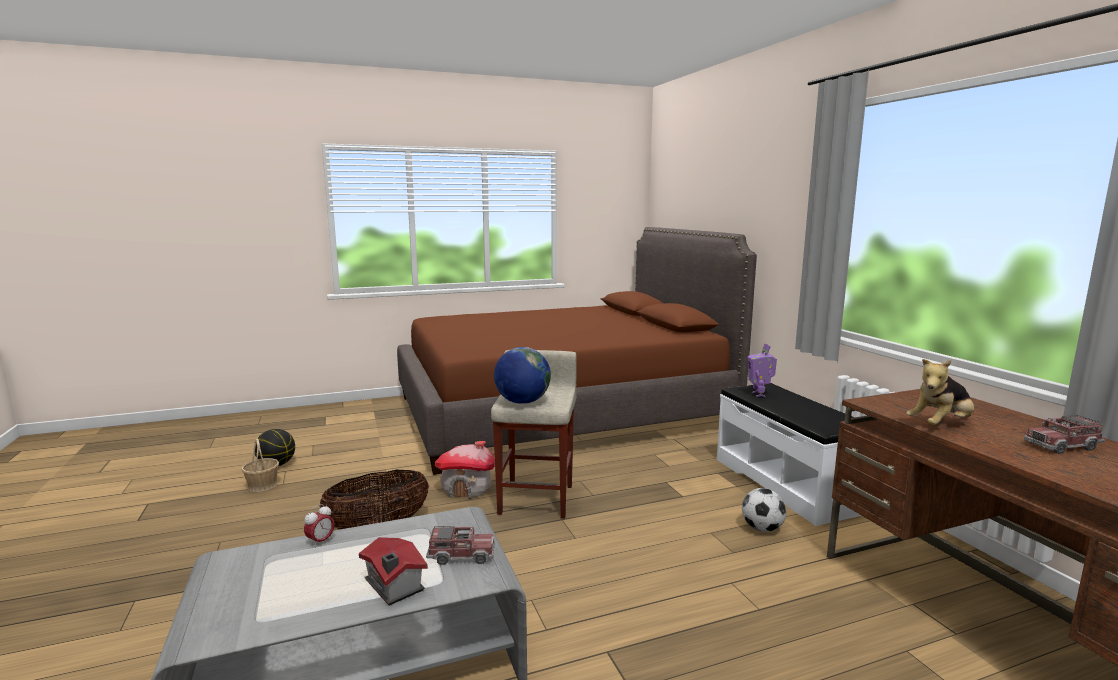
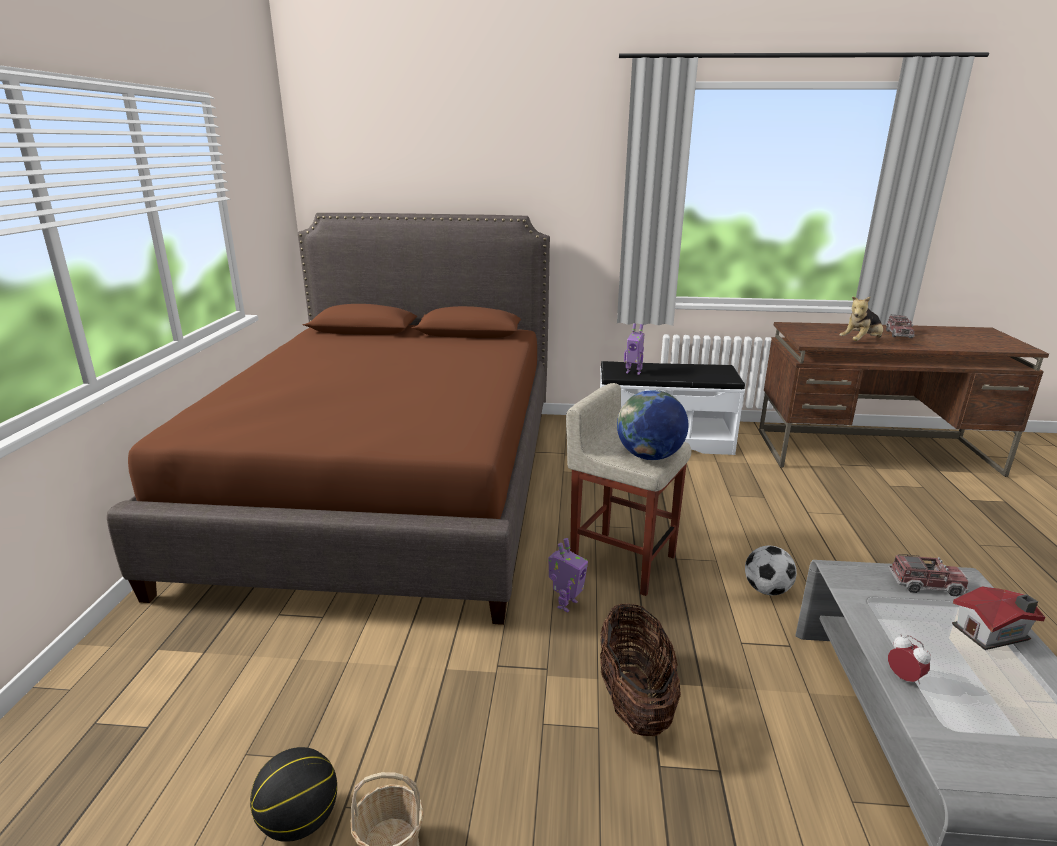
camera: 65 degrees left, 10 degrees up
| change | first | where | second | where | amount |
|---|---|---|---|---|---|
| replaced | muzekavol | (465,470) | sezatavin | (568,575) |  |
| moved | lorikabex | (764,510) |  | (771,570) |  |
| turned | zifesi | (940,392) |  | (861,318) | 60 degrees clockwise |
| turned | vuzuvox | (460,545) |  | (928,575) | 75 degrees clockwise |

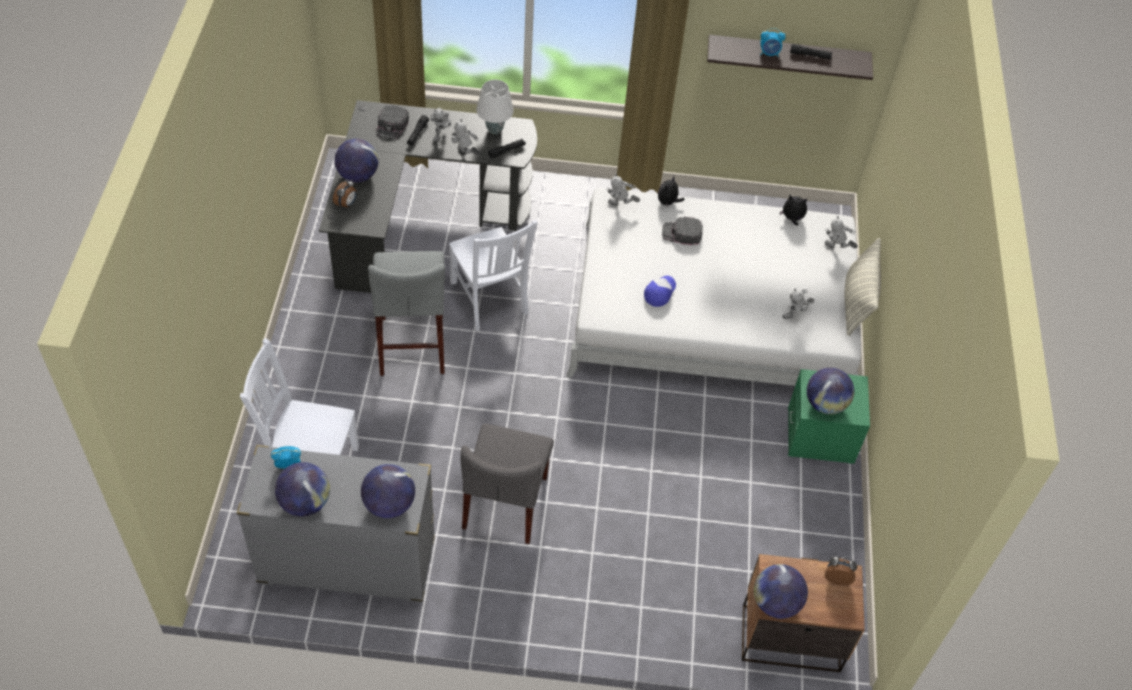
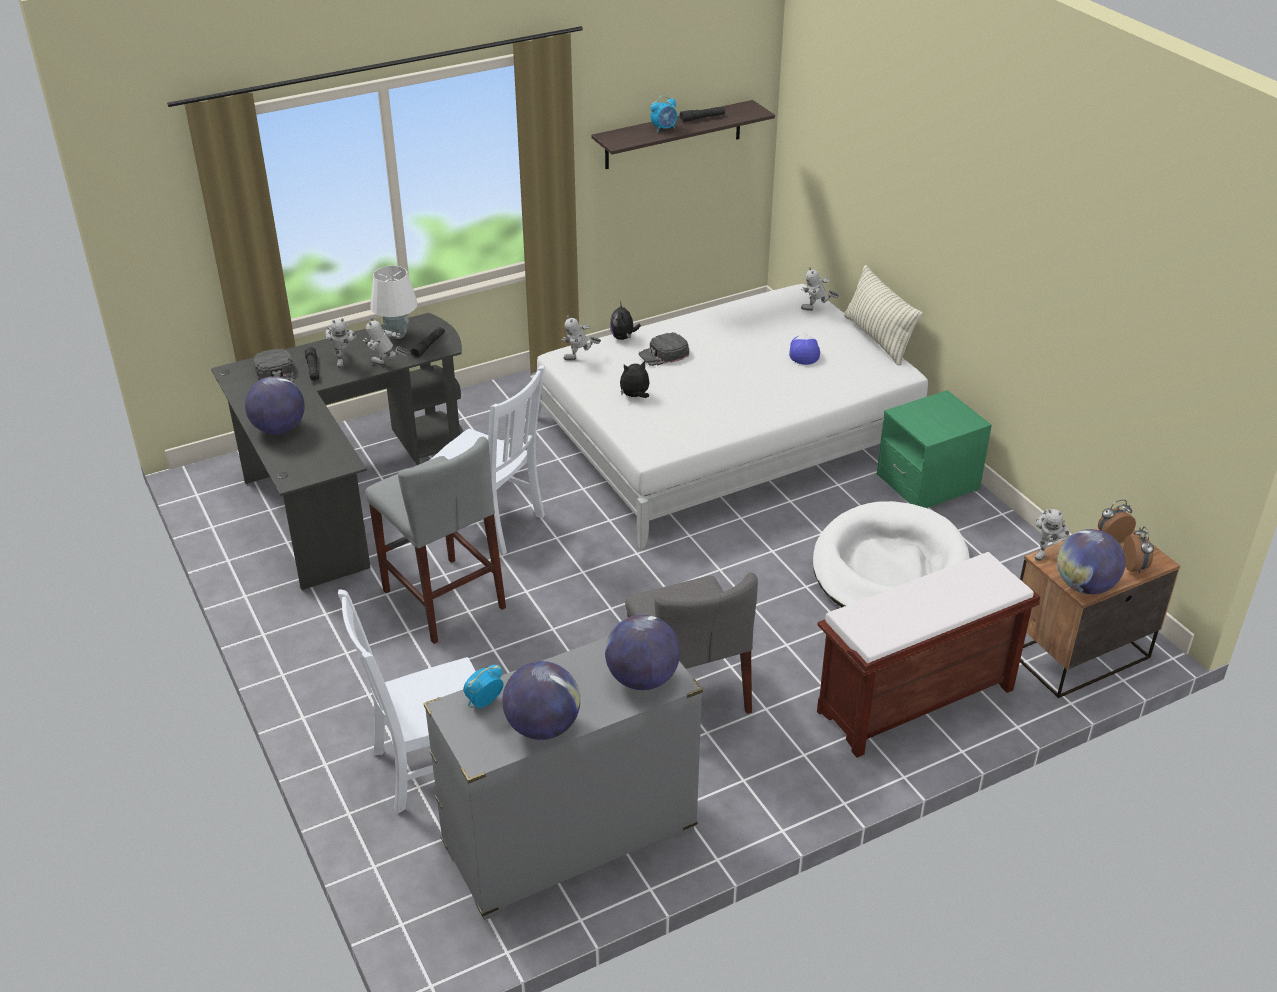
camera: 30 degrees left, 15 degrees down
| change | first | where | second | where | amount |
|---|---|---|---|---|---|
| moved | zifesi | (793,210) |  | (635,379) |  |
| moved | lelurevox | (660,291) |  | (804,349) |  |
| added |  |  | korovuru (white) | (891,554) |  |
| added |  |  | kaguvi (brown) | (928,655) |  |
| moved | sezatavin | (798,304) |  | (1052,535) |  |
| moved | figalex | (345,194) |  | (1138,550) |  |
| removed | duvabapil | (830,391) |  |  |  |

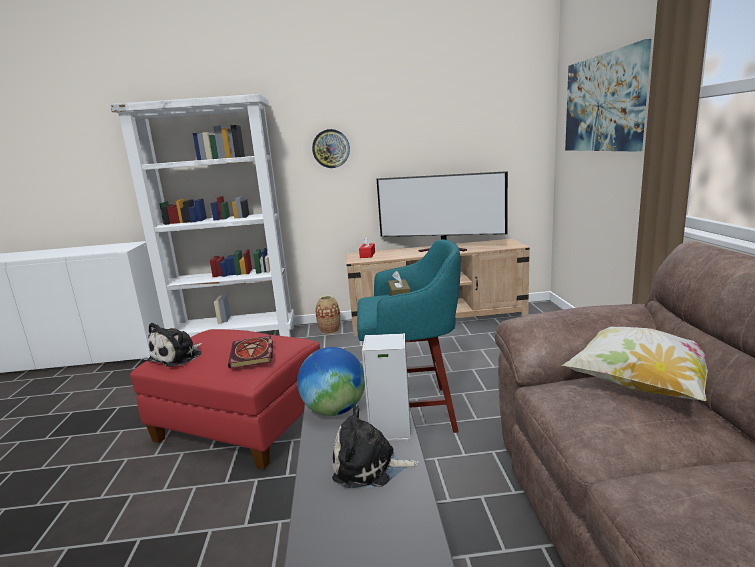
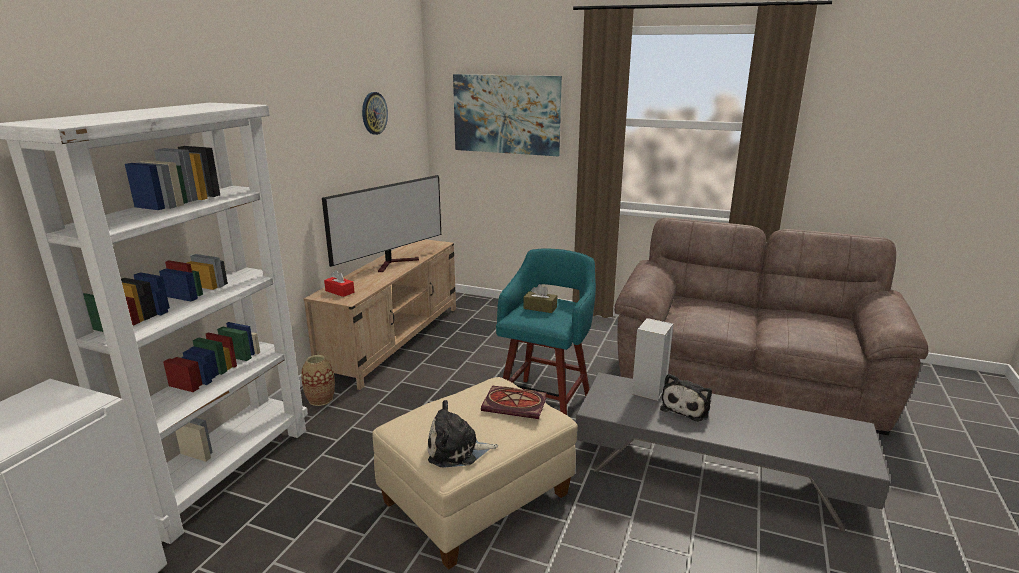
camera: 65 degrees left, 5 degrees up
| change | first | where | second | where | amount |
|---|---|---|---|---|---|
| moved | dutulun | (331,148) |  | (375,113) |  |
| recoloured | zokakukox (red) | (225,399) | zokakukox (beige) | (475,473) |  |
| turned | zifesi | (174,344) |  | (463,434) | 120 degrees clockwise |
| removed | duvabapil | (331,381) |  |  |  |
| removed | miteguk | (635,364) |  |  |  |

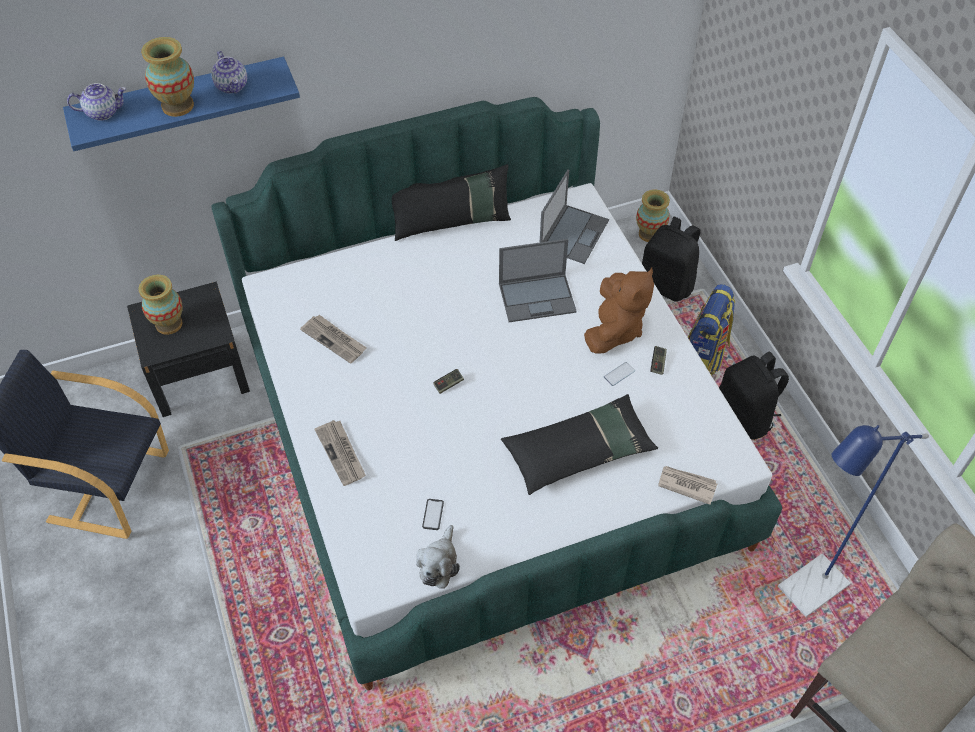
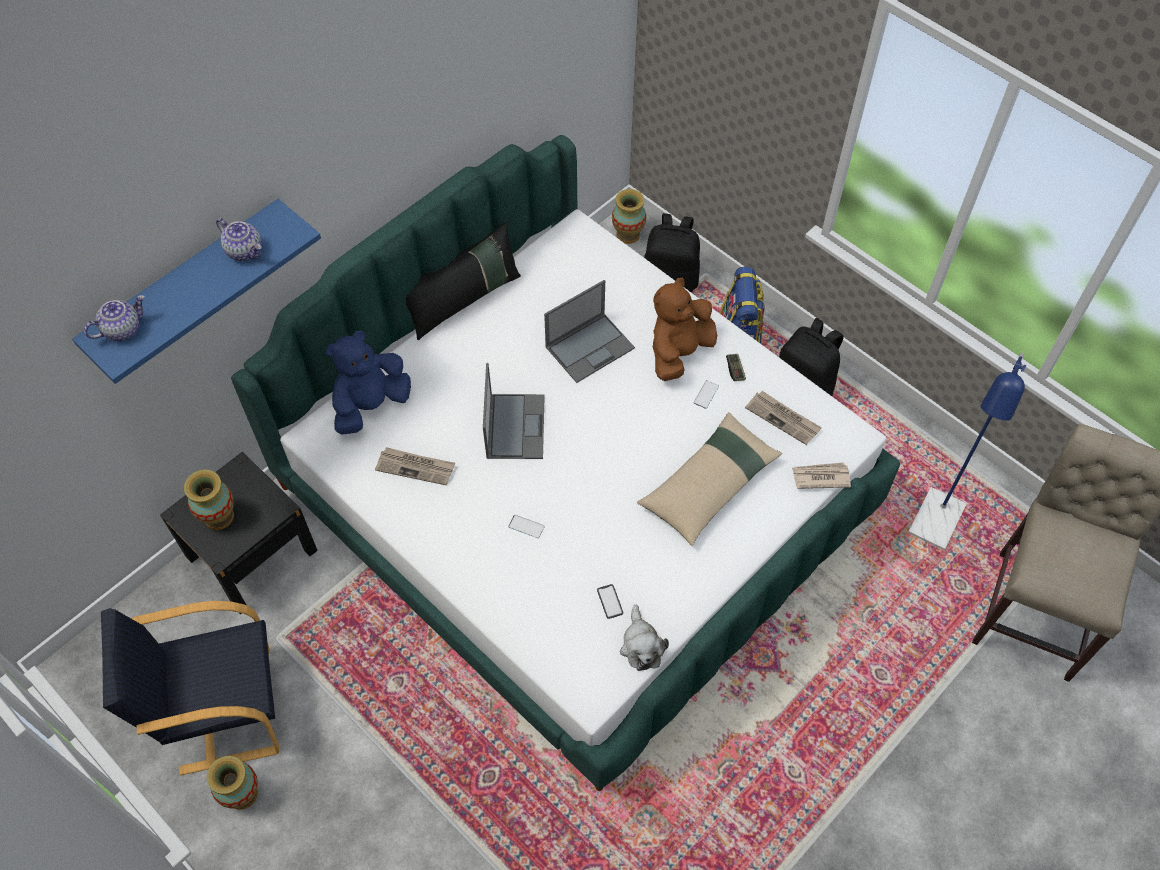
camera: 25 degrees left, 5 degrees up
| change | first | where | second | where | amount |
|---|---|---|---|---|---|
| moved | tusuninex | (167,77) |  | (232,783) |  |
| added |  |  | zifesi (blue) | (368,383) |  |
| moved | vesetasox | (574,216) |  | (514,411) |  |
| added |  |  | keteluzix | (526,526) |  |
| recoloured | miteguk (black) | (579,444) | miteguk (beige) | (709,479) |  |
| turned | zifesi (brown) | (619,310) |  | (685,329) | 135 degrees counterclockwise |
| moved | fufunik | (340,453) |  | (783,418) |  |
| removed | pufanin | (448,381) |  |  |  |

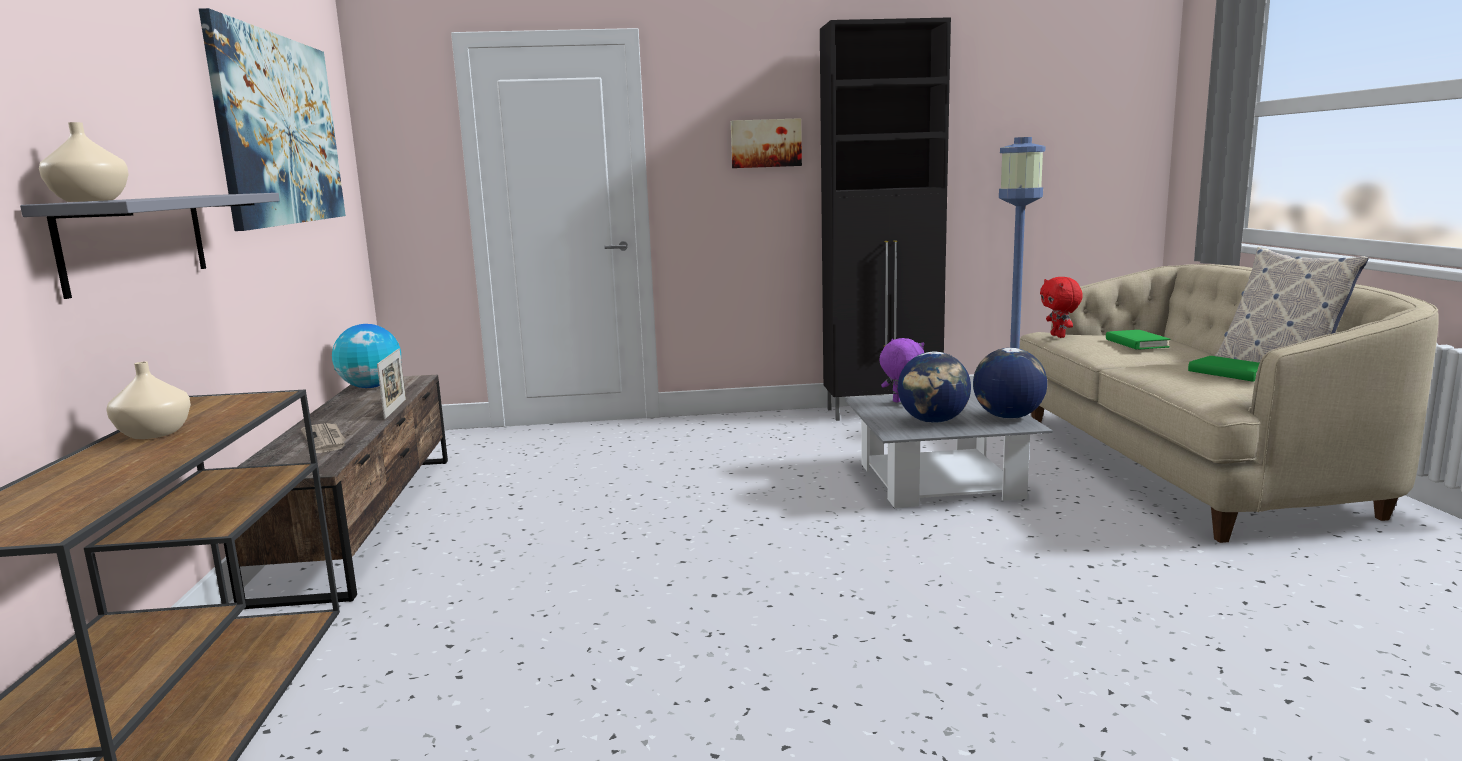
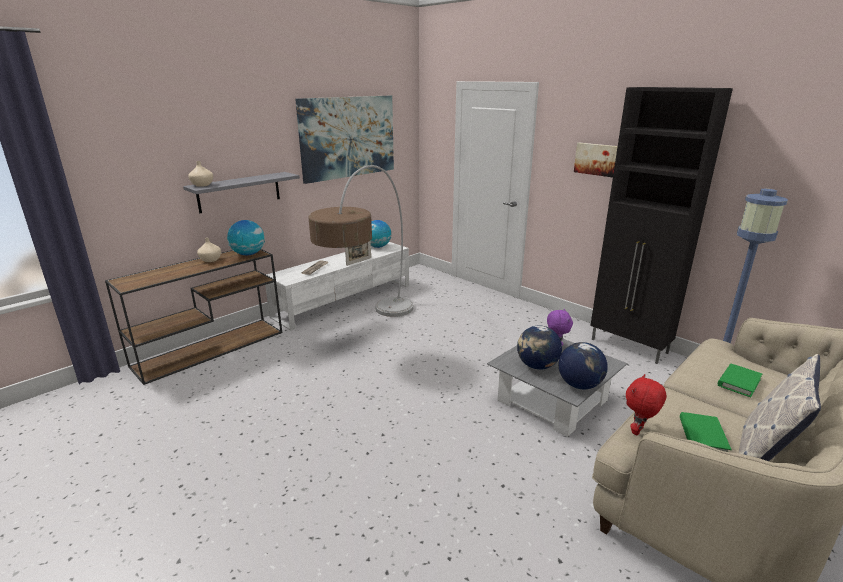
camera: 50 degrees right, 10 degrees up
| change | first | where | second | where | amount |
|---|---|---|---|---|---|
| added |  |  | duvabapil | (246,237) |  |
| recoloured | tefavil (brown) | (336,492) | tefavil (white) | (337,286) |  |
| added |  |  | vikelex | (360,241) |  |
| moved | zifesi (red) | (1061,307) |  | (646,405) |  |

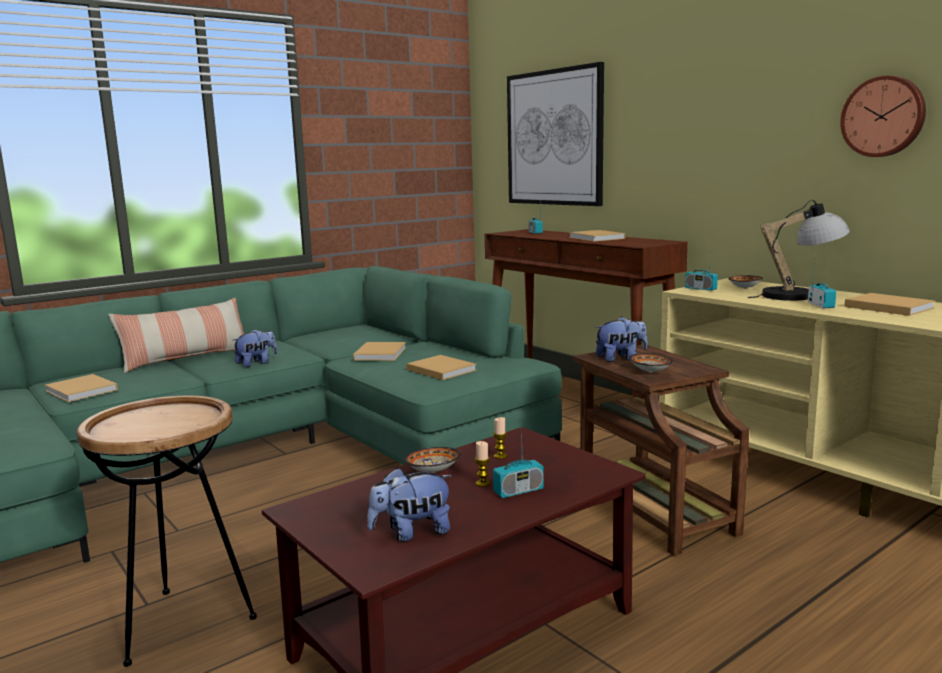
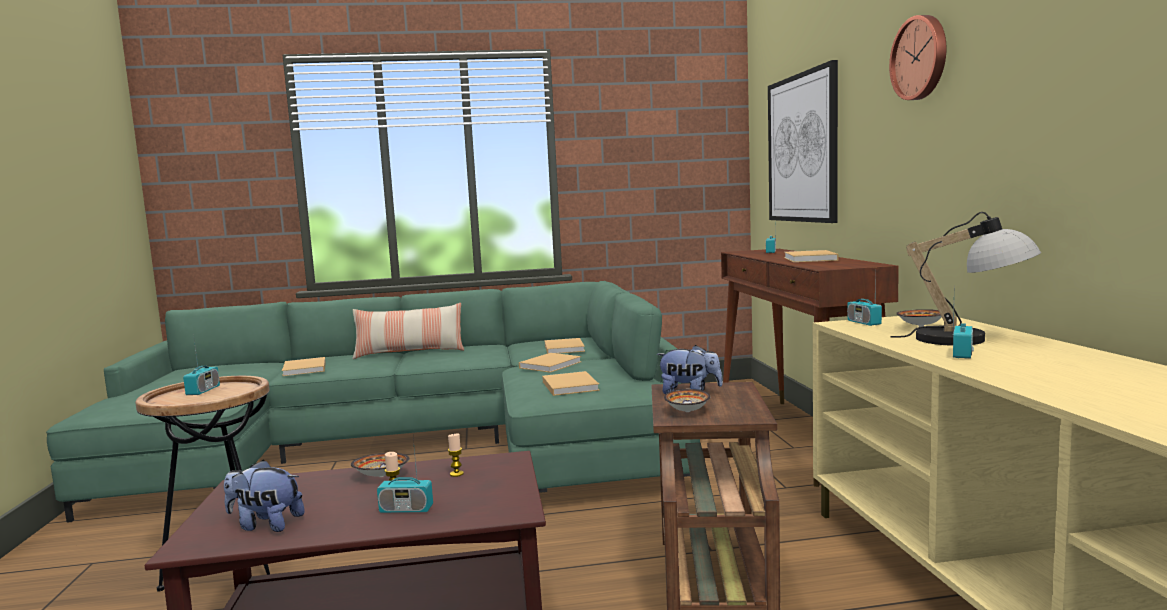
camera: 30 degrees right, 5 degrees down
| change | first | where | second | where | amount |
|---|---|---|---|---|---|
| added |  |  | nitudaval | (201,364) |  |
| moved | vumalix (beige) | (889,304) |  | (565,346) |  |
| moved | dutulun | (883,116) |  | (917,57) |  |
| removed | zifesi | (254,348) |  |  |  |

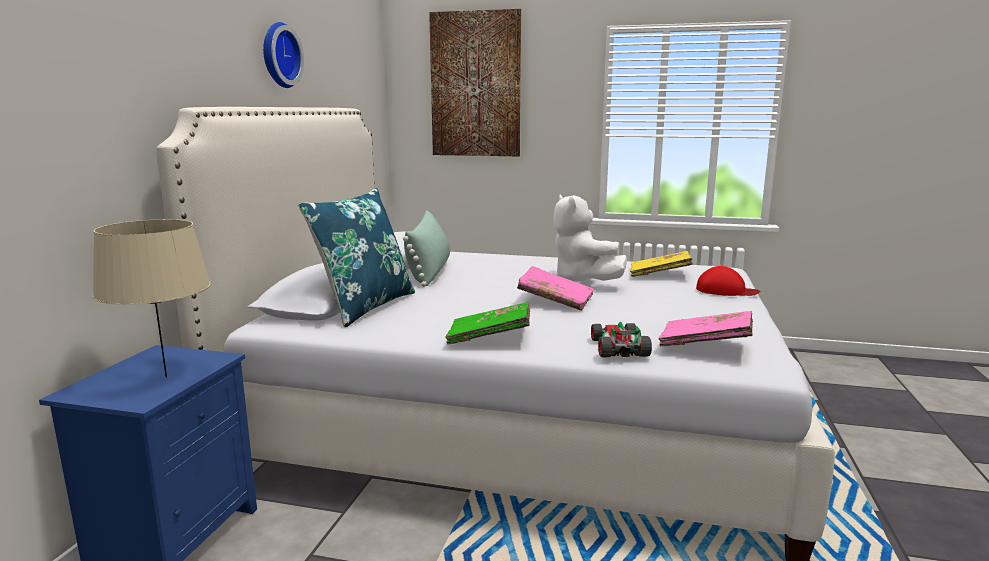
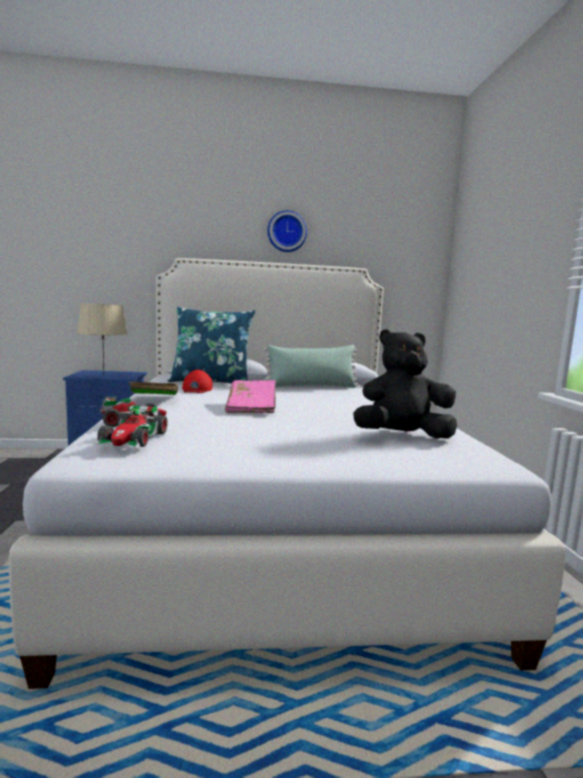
camera: 70 degrees right, 5 degrees down
| change | first | where | second | where | amount |
|---|---|---|---|---|---|
| replaced | vumalix (pink) | (706,328) | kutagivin | (132,426) |  |
| moved | lelurevox (red) | (728,281) |  | (197,381) |  |
| replaced | vumalix (yellow) | (661,264) | zifesi (black) | (405,384) |  |
| removed | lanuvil | (475,82) |  |  |  |
| removed | zifesi (white) | (590,238) |  |  |  |

